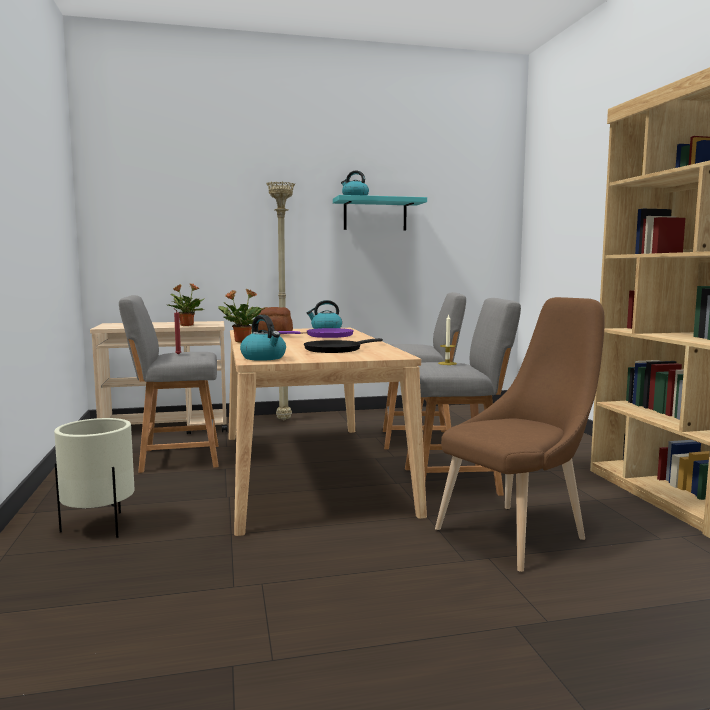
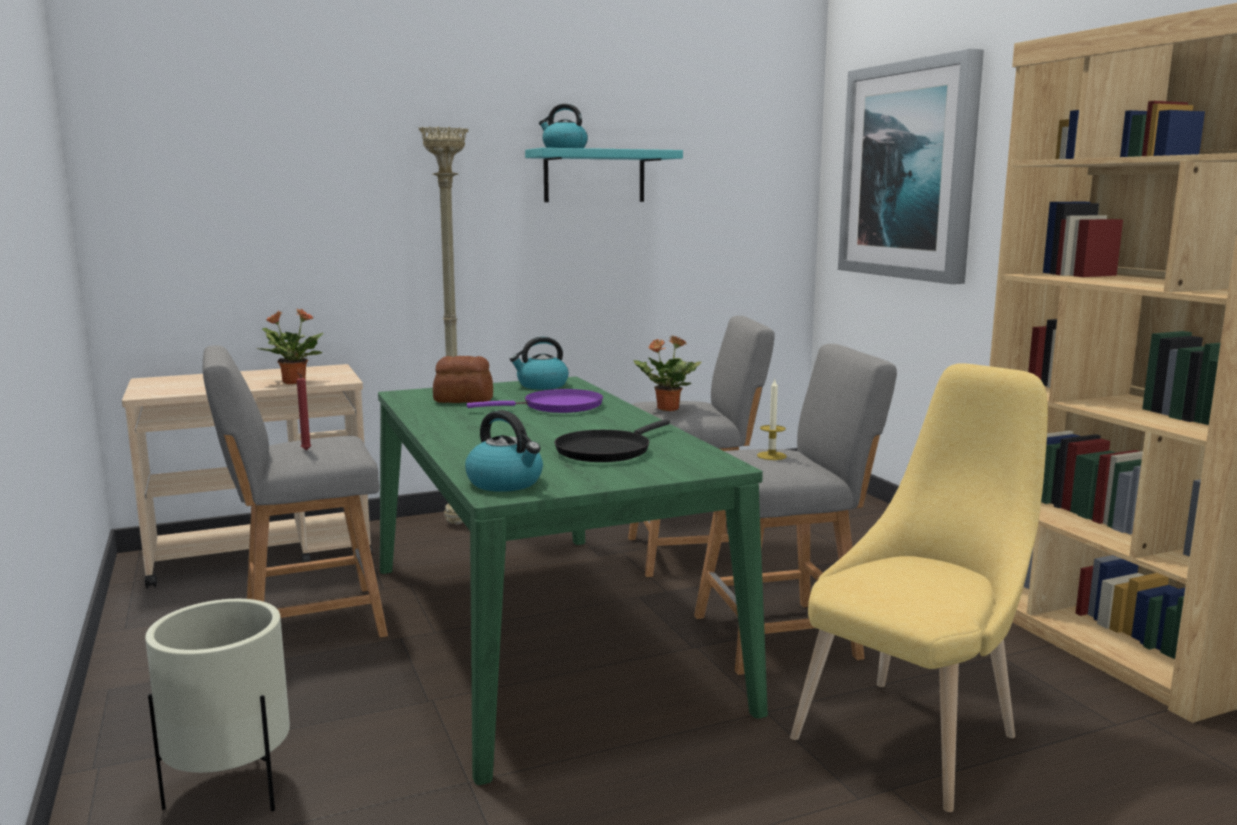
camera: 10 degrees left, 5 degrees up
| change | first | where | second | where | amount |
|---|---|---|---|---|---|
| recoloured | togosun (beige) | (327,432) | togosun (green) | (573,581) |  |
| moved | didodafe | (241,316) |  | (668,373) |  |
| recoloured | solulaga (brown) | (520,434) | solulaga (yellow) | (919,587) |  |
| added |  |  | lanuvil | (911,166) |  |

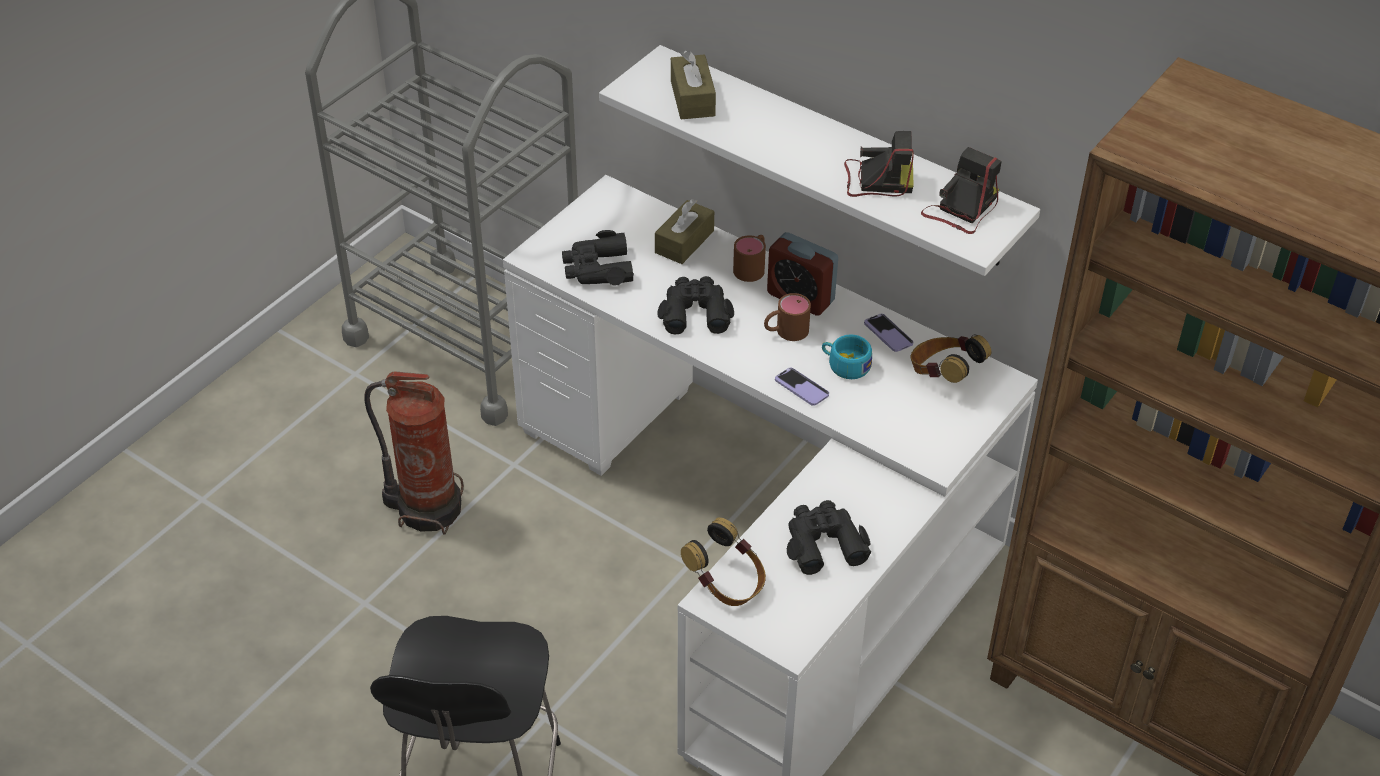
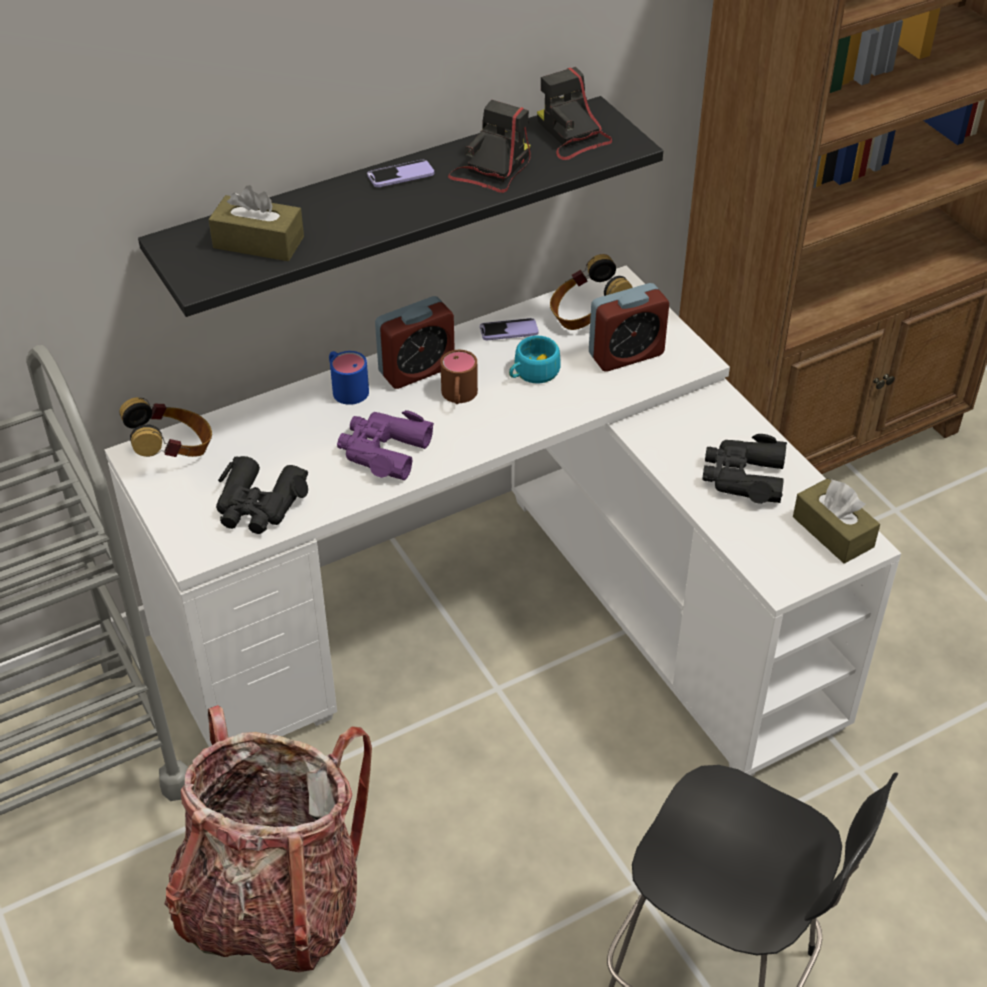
camera: 65 degrees left, 0 degrees up
| change | first | where | second | where | amount |
|---|---|---|---|---|---|
| moved | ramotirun | (723,561) |  | (165,427) |  |
| recoloured | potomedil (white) | (819,160) | potomedil (black) | (400,206) |  |
| replaced | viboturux | (414,453) | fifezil | (268,838) |  |
| recoloured | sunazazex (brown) | (749,258) | sunazazex (blue) | (349,378) |  |
| recoloured | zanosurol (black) | (695,305) | zanosurol (purple) | (385,445) |  |
| moved | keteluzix | (802,387) |  | (400,173) |  |
| added |  |  | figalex | (629,327) |  |
| moved | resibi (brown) | (684,231) |  | (836,520) |  |

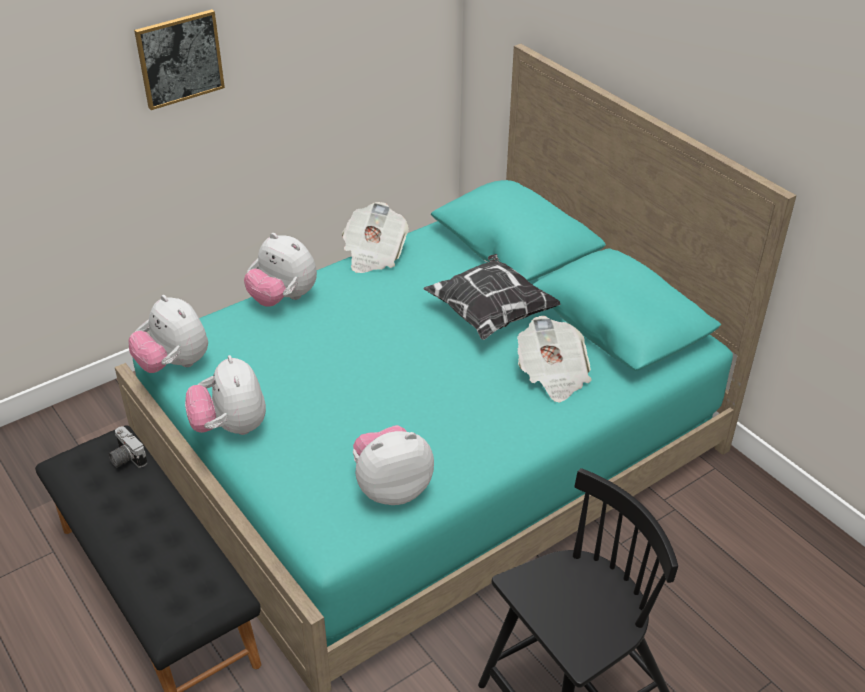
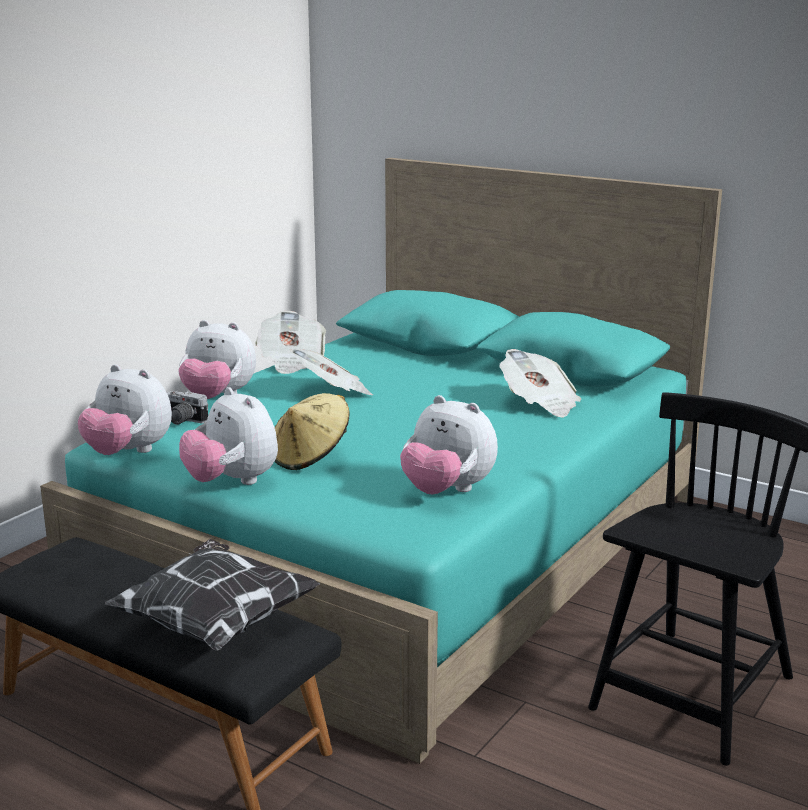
camera: 20 degrees left, 20 degrees down
| change | first | where | second | where | amount |
|---|---|---|---|---|---|
| moved | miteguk | (492,297) |  | (212,595) |  |
| moved | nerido | (127,447) |  | (187,408) |  |
| added |  |  | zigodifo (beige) | (312,431) |  |
| added |  |  | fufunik | (331,372) |  |
| turned | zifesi | (393,465) |  | (449,445) | 105 degrees counterclockwise |
| removed | lanuvil | (179,59) |  |  |  |

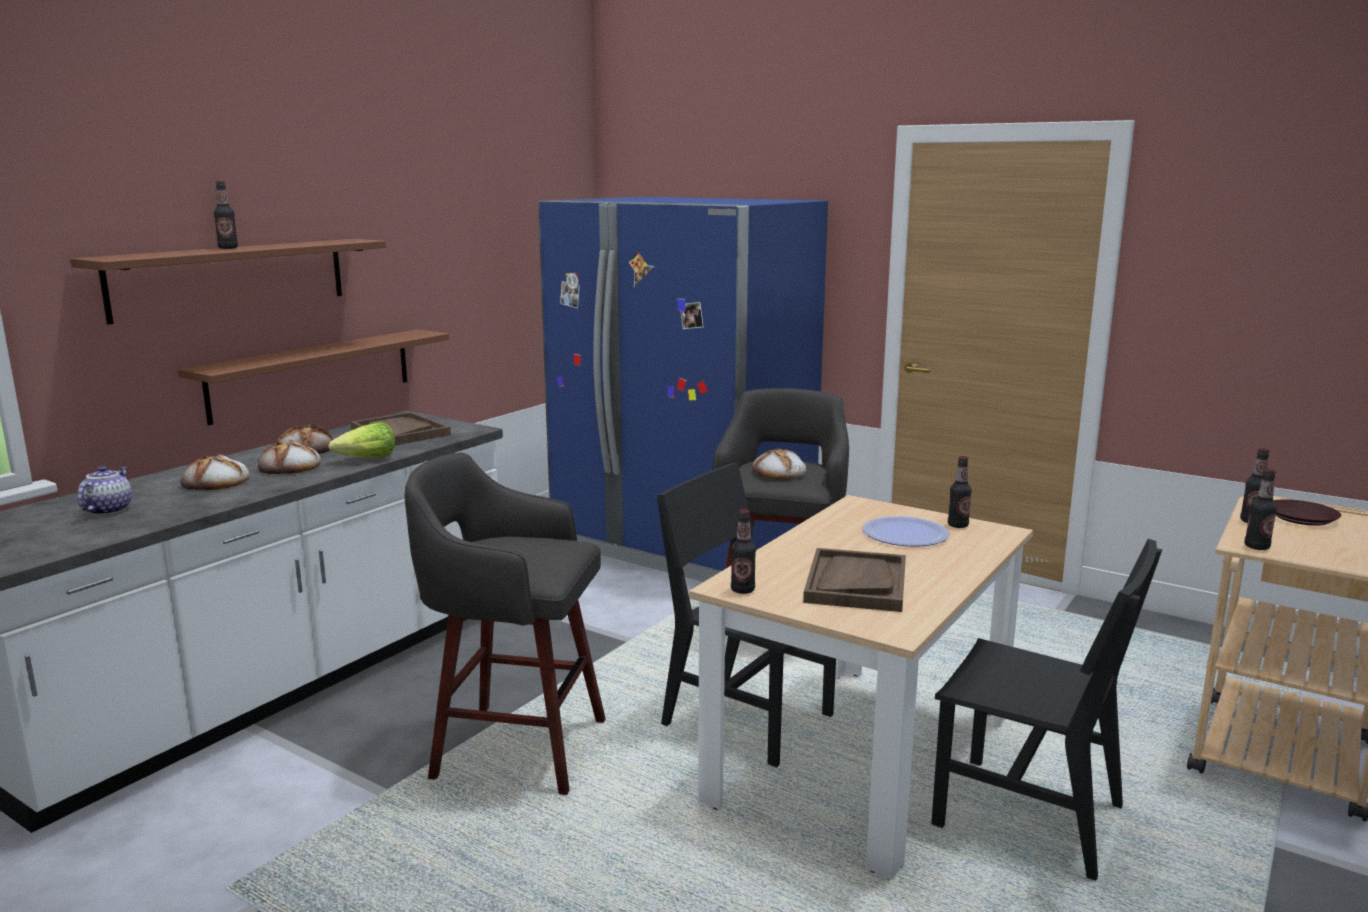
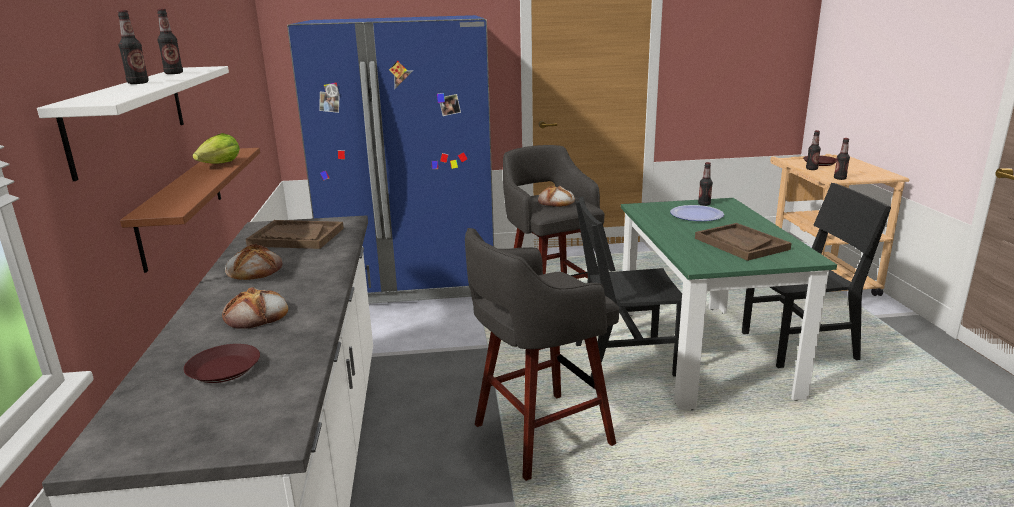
camera: 40 degrees left, 5 degrees up
| change | first | where | second | where | amount |
|---|---|---|---|---|---|
| recoloured | potomedil (brown) | (228,282) | potomedil (white) | (133,123) |  |
| moved | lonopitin | (743,551) |  | (170,41) |  |
| replaced | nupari | (104,490) | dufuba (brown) | (222,363) |  |
| moved | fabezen | (361,440) |  | (216,148) |  |
| recoloured | togosun (beige) | (861,687) | togosun (green) | (729,304) |  |
| removed | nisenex | (289,457) |  |  |  |

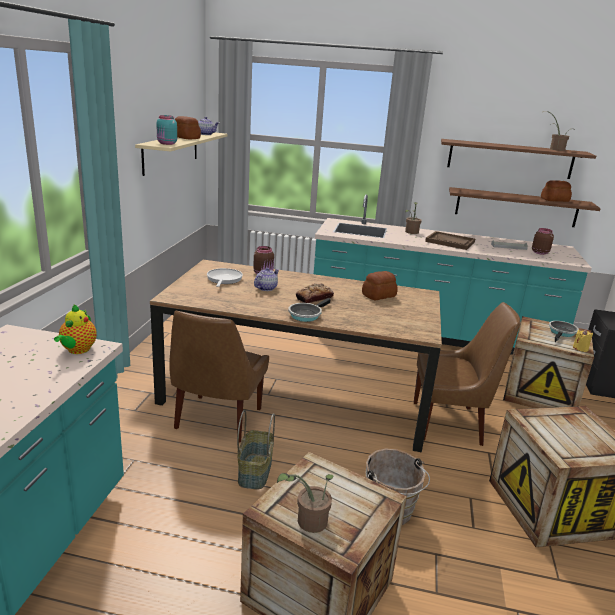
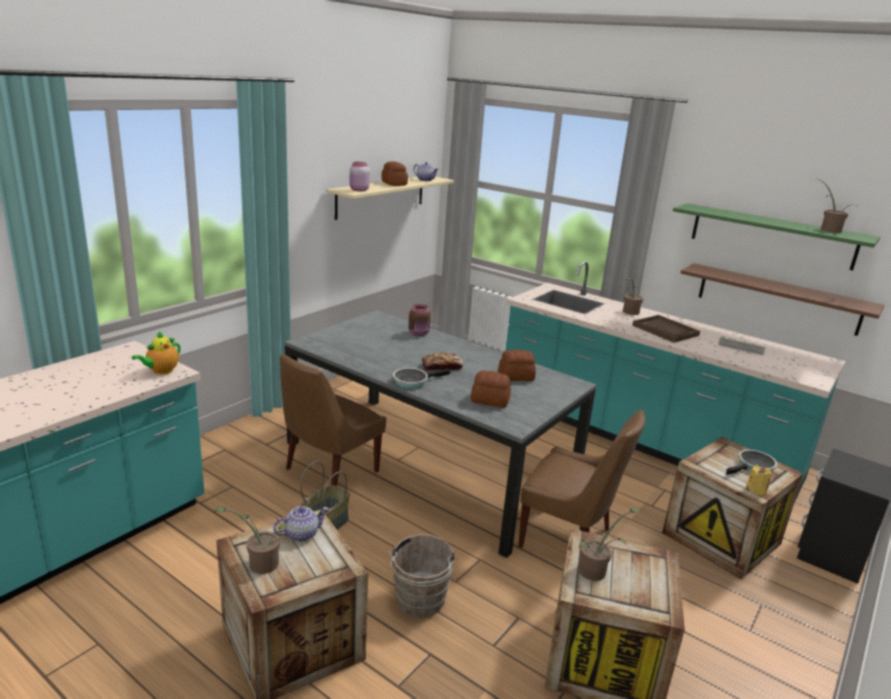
camera: 25 degrees right, 0 degrees up
| change | first | where | second | where | amount |
|---|---|---|---|---|---|
| moved | nupari | (266,279) |  | (301,524) |  |
| recoloured | togosun (brown) | (296,356) | togosun (grey) | (440,434) |  |
| recoloured | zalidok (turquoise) | (166,130) | zalidok (pink) | (360,176) |  |
| moved | nisenex | (556,191) |  | (491,389) |  |
| added |  |  | didodafe | (609,544) |  |
| recoloured | potomedil (brown) | (518,159) | potomedil (green) | (776,237) |  |
| removed | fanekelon | (225,277) |  |  |  |
| removed | zalidok (brown) | (543,241) |  |  |  |

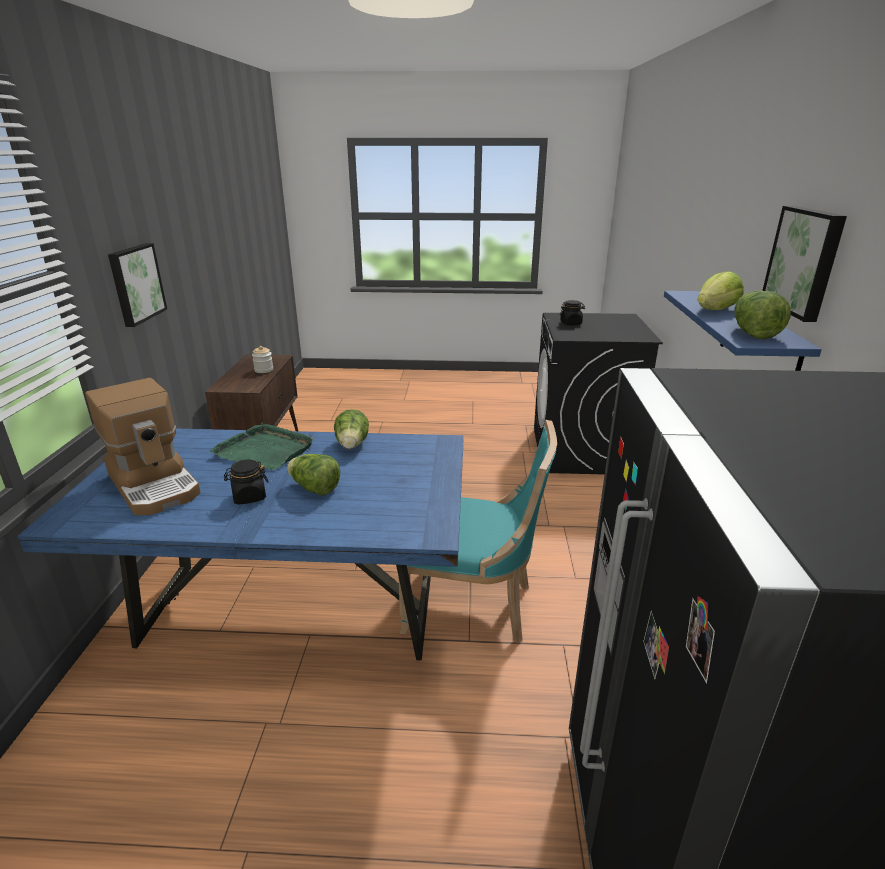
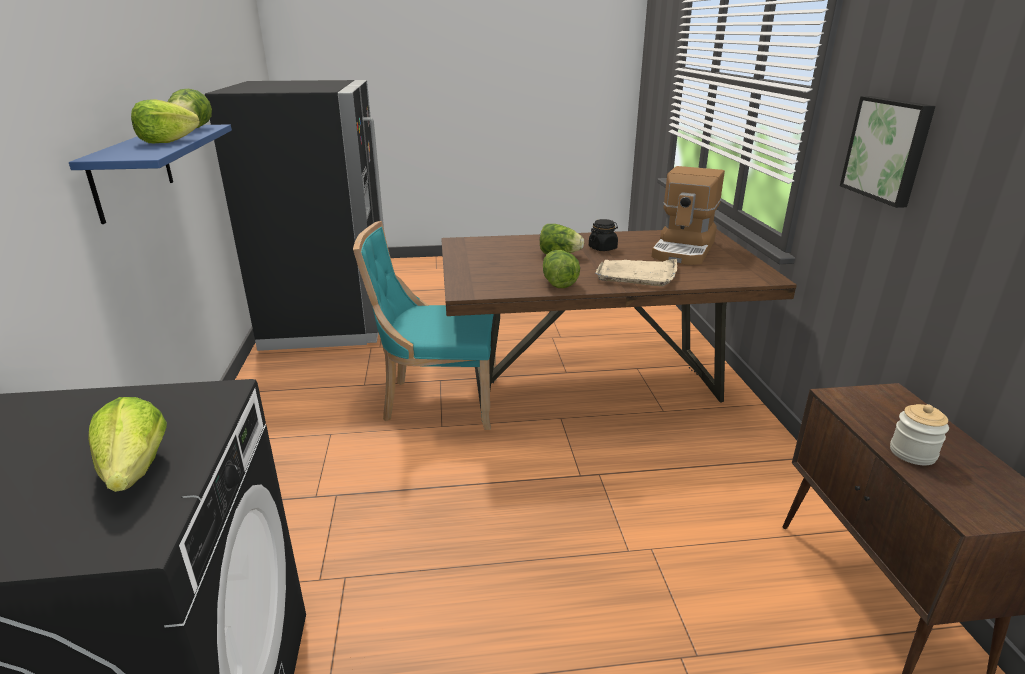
camera: 170 degrees right, 0 degrees up
| change | first | where | second | where | amount |
|---|---|---|---|---|---|
| replaced | zalidok (black) | (572,312) | fabezen | (127,444) |  |
| recoloured | togosun (blue) | (240,544) | togosun (brown) | (619,318) |  |
| recoloured | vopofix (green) | (261,446) | vopofix (beige) | (636,272) |  |
| turned | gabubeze | (143,446) |  | (688,215) | 105 degrees counterclockwise |
| removed | lanuvil | (804,264) |  |  |  |

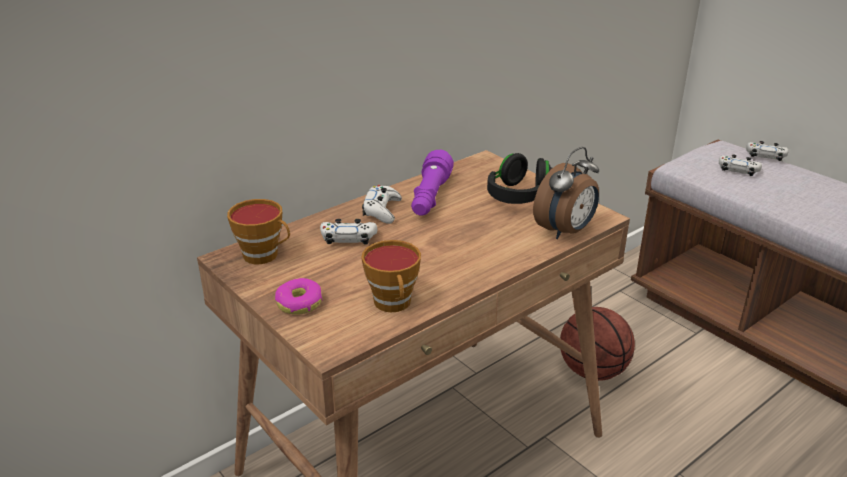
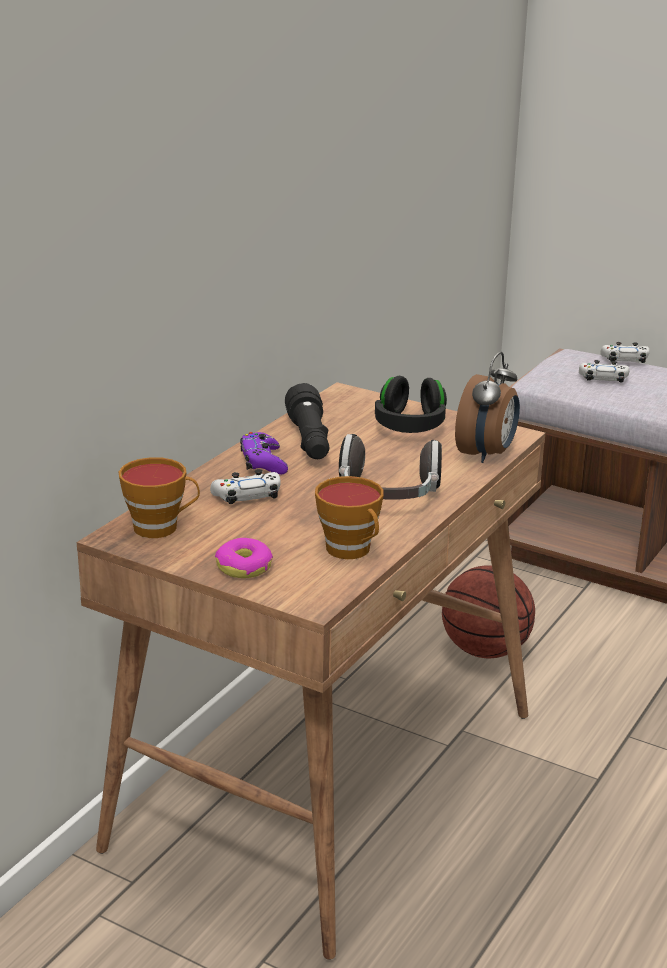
camera: 20 degrees left, 5 degrees down
| change | first | where | second | where | amount |
|---|---|---|---|---|---|
| recoloured | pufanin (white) | (382,204) | pufanin (purple) | (264,453) |  |
| recoloured | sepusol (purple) | (432,182) | sepusol (black) | (307,421) |  |
| added |  |  | ramotirun | (390,466) |  |

